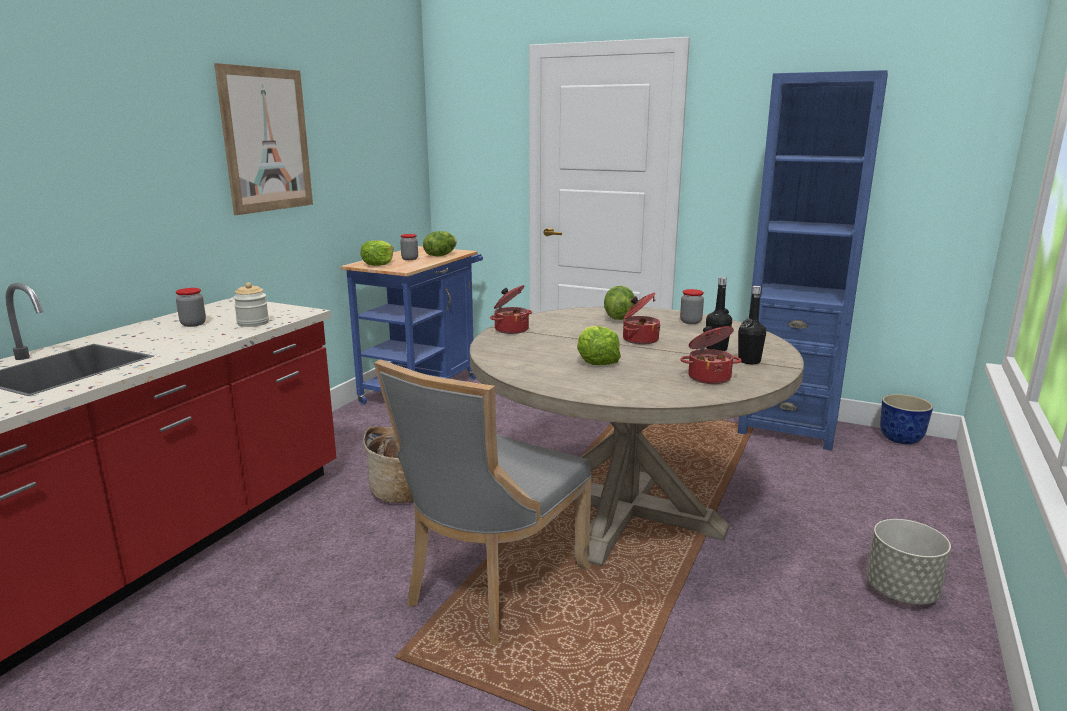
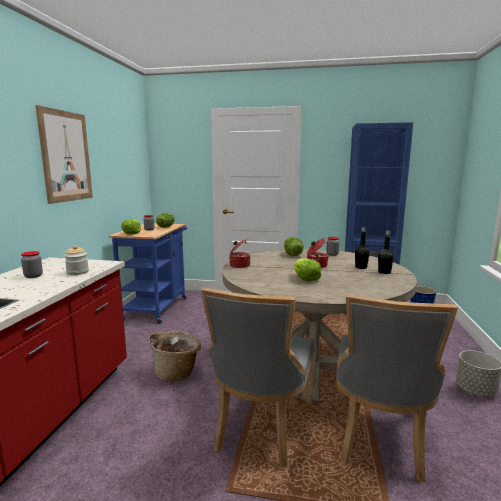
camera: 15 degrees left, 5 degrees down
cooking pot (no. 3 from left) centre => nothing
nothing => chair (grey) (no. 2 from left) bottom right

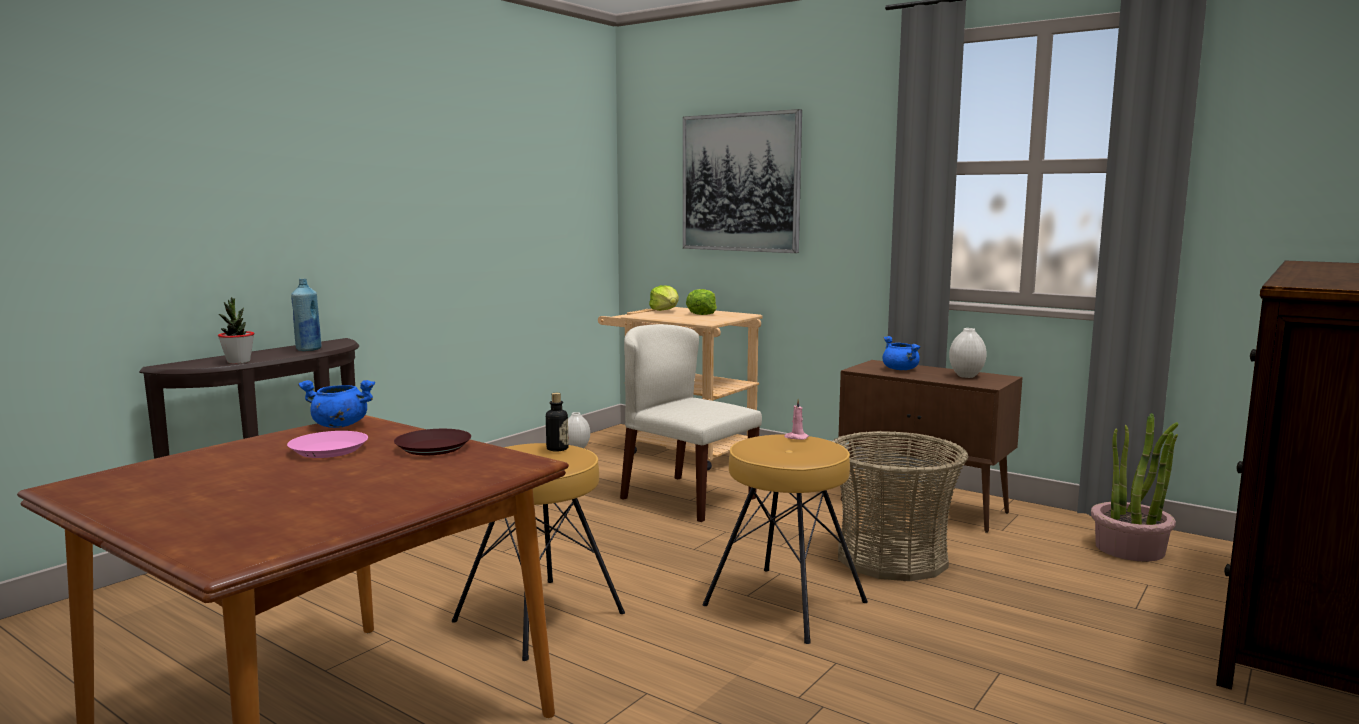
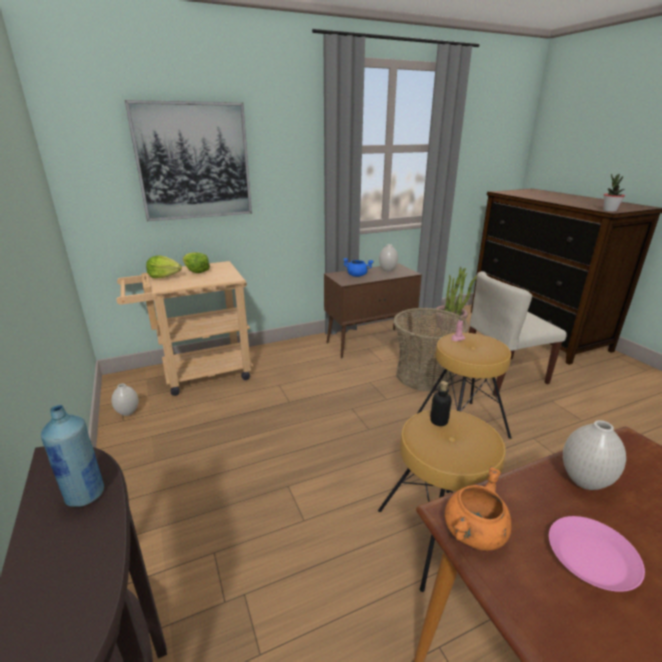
camera: 60 degrees left, 15 degrees up
potted plant (no. 1 from left in the first image) middle left => potted plant (no. 2 from left) top right, shifted
chair (beige) centre => chair (beige) middle right, shifted
plate (brown) middle left => vase (white) (no. 3 from left) bottom right
cooking pot (blue) (no. 1 from left) middle left => cooking pot (orange) bottom right

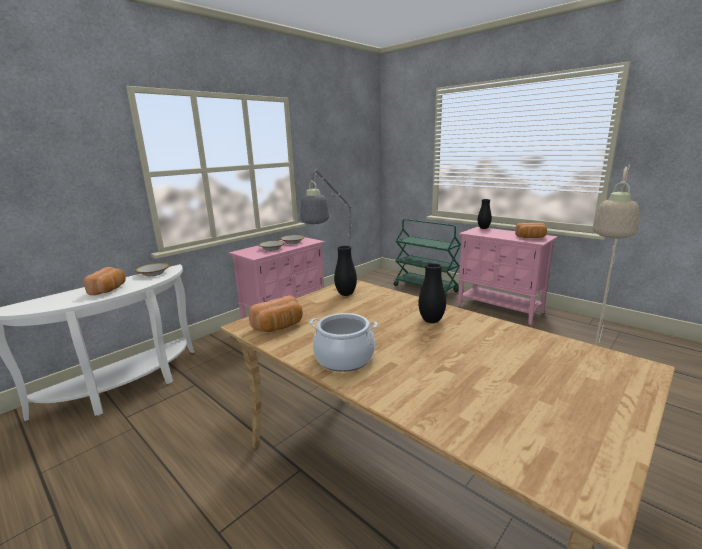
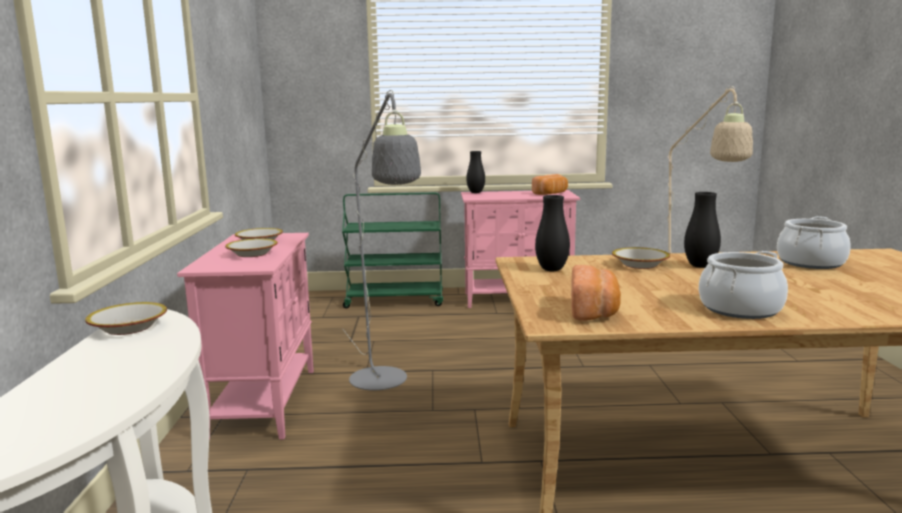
camera: 45 degrees left, 5 degrees down
bread (no. 1 from left) middle left => nothing
nothing => bowl (no. 4 from left) middle right
nothing => cooking pot (no. 2 from left) middle right

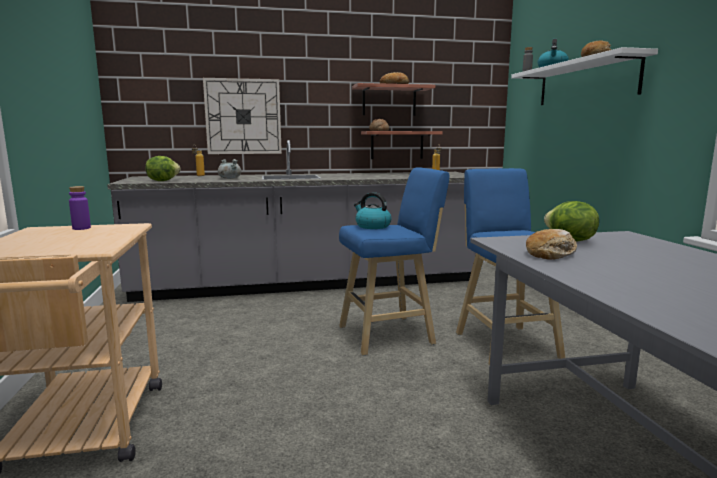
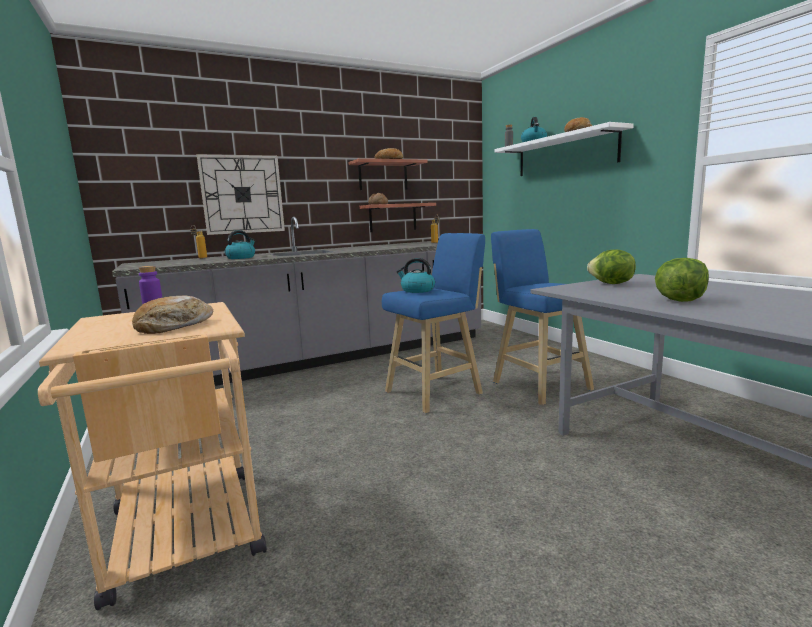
camera: 15 degrees left, 0 degrees up
lettuce (no. 1 from left in the first image) middle left => lettuce (no. 2 from left) middle right, shifted
bread (no. 3 from left in the first image) middle right => bread (no. 1 from left) middle left, shifted
cooking pot (grey) middle left => kettle (no. 1 from left) middle left

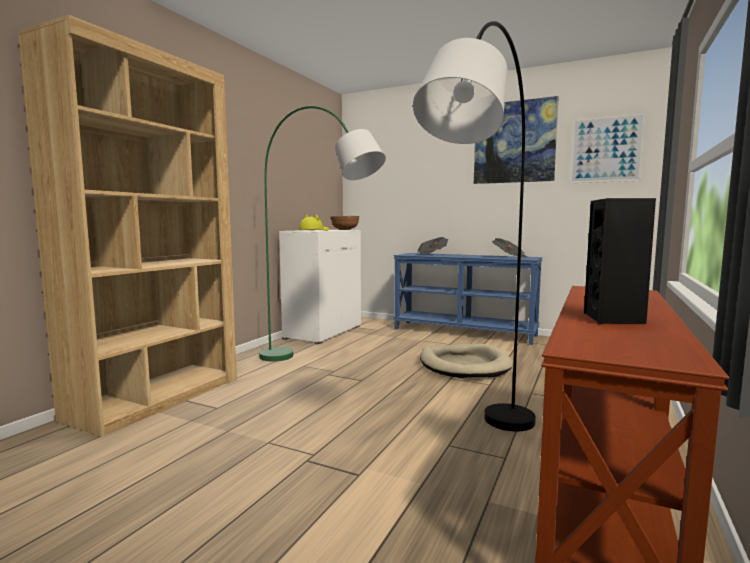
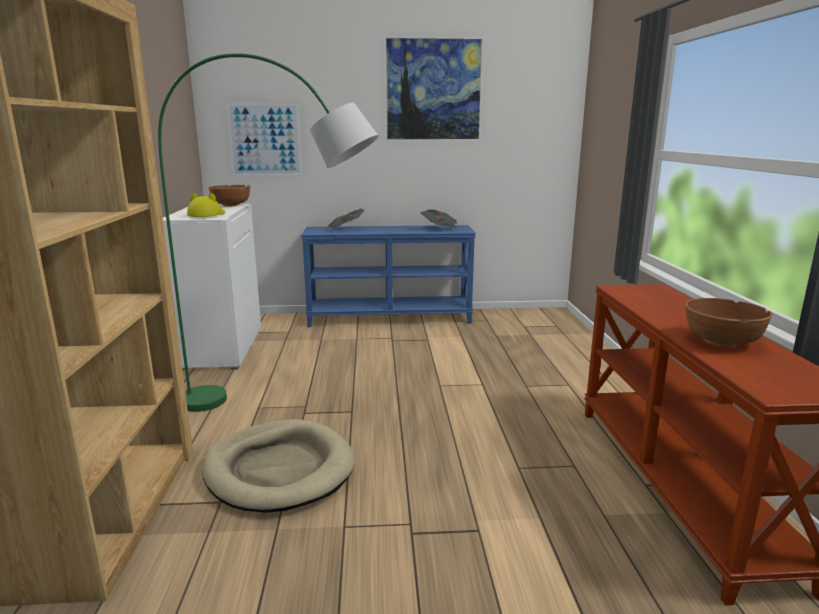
camera: 30 degrees left, 10 degrees up
floor lamp (grey) centre => nothing
dog bed (beige) centre => dog bed (beige) bottom centre, shifted
picture (no. 2 from left in the first image) top right => picture (no. 1 from left) top left, shifted
speaker (black) middle right => bowl (brown) (no. 2 from left) middle right

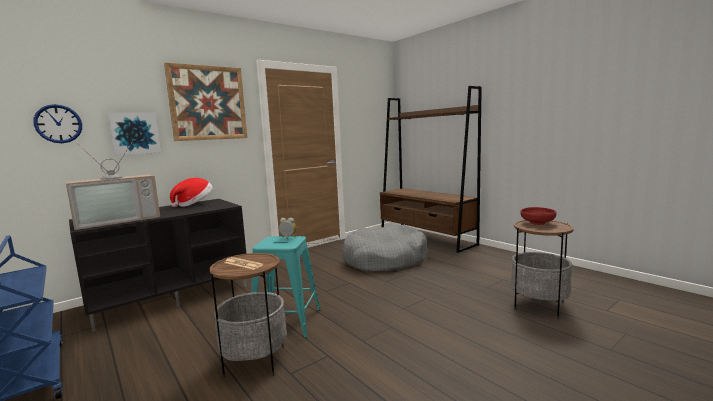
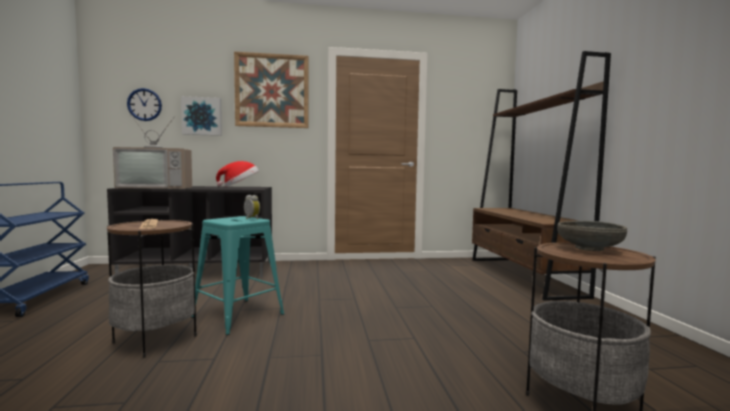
camera: 30 degrees right, 5 degrees down
dog bed (grey) centre => nothing
bowl (red) middle right => bowl (grey) middle right

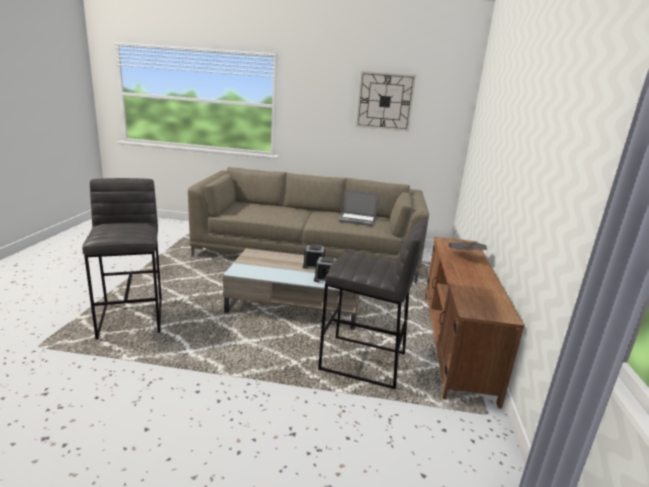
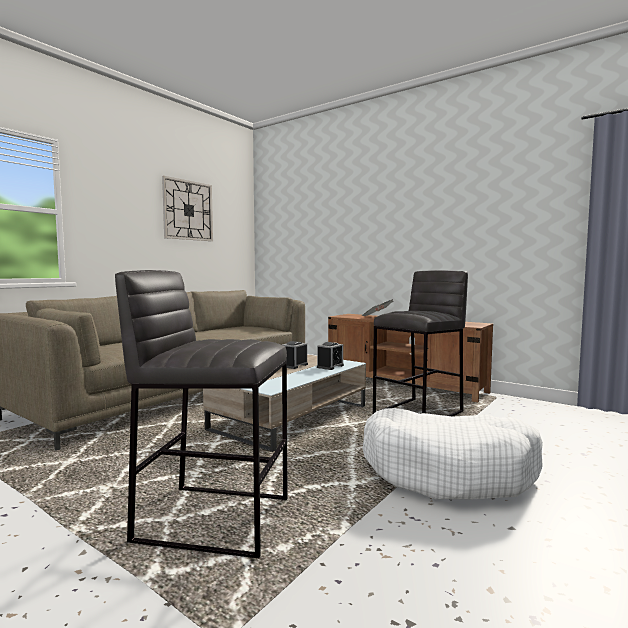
camera: 60 degrees left, 15 degrees down
laptop centre => nothing
nothing => dog bed (white) bottom right

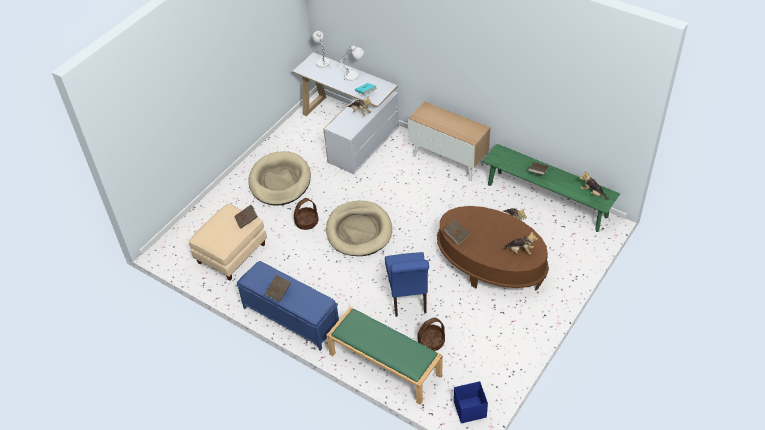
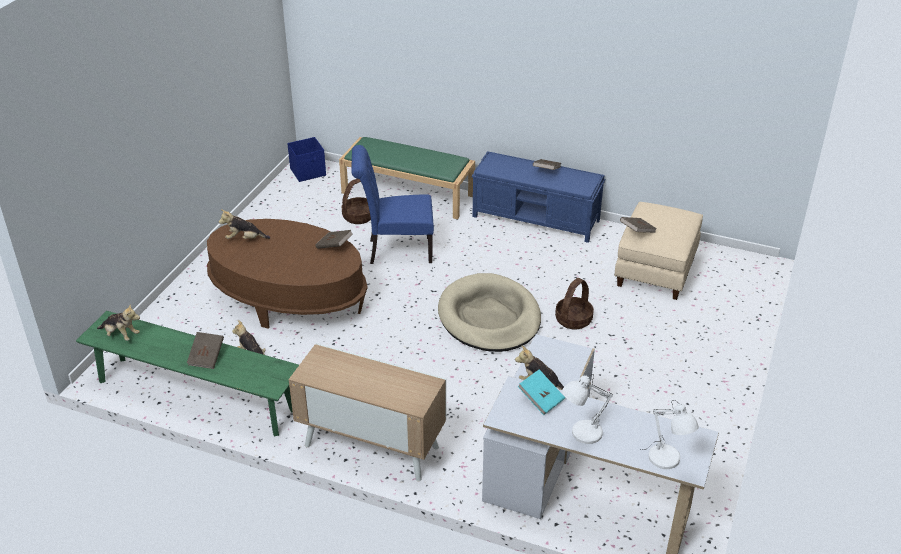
camera: 165 degrees right, 10 degrees down
dog bed (beige) (no. 1 from left) centre => nothing
chair (blue) centre, 75 degrees counterclockwise

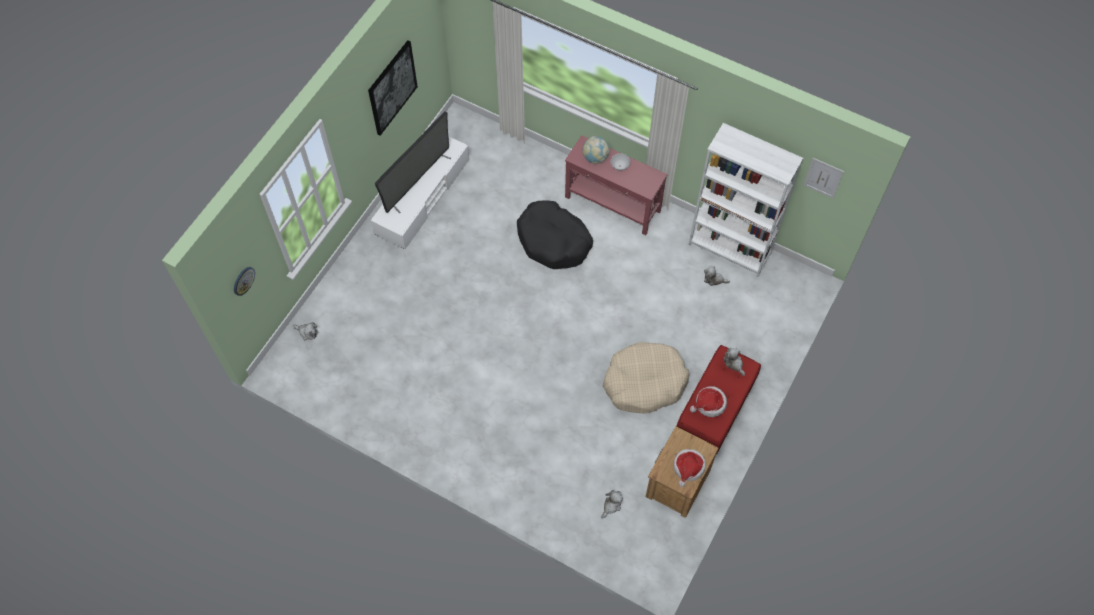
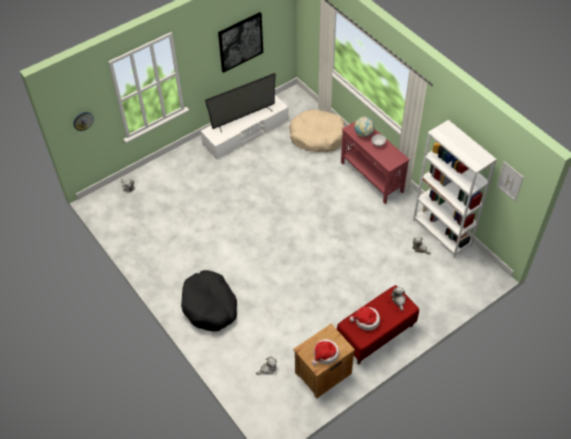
camera: 25 degrees right, 10 degrees down
dog bed (black) centre => dog bed (black) bottom centre, shifted
dog bed (beige) centre => dog bed (beige) top centre, shifted

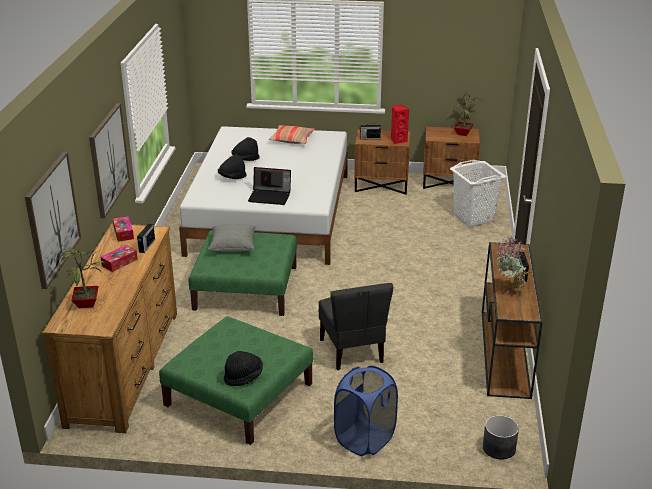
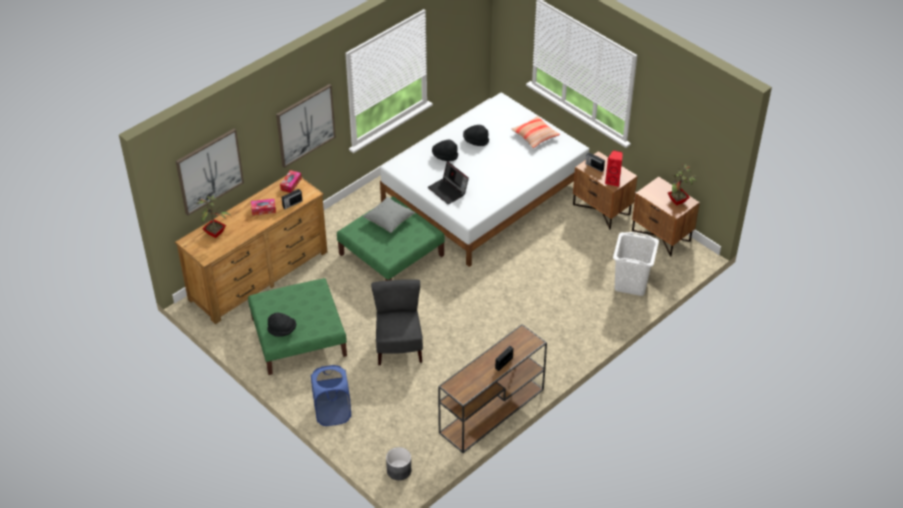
camera: 40 degrees right, 15 degrees up
potted plant (no. 3 from left) middle right => nothing
chair (grey) bottom centre => chair (grey) centre, 150 degrees clockwise

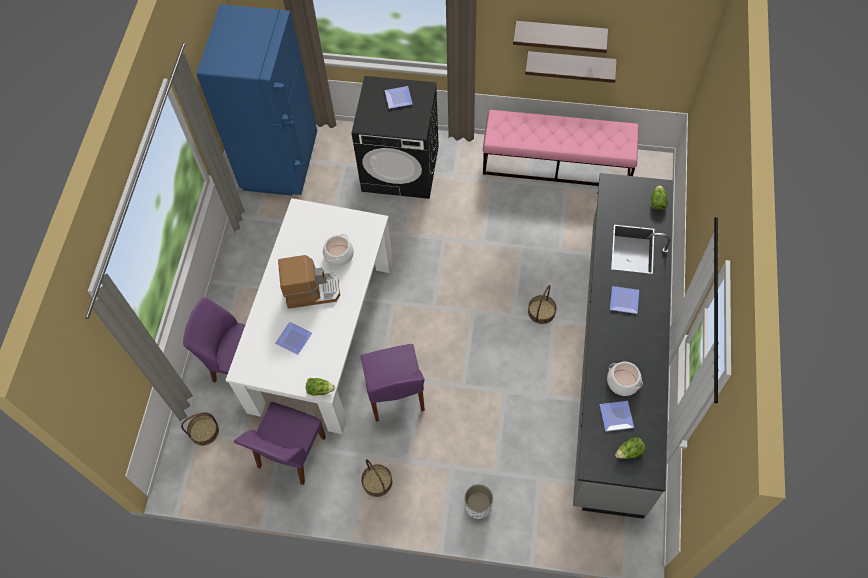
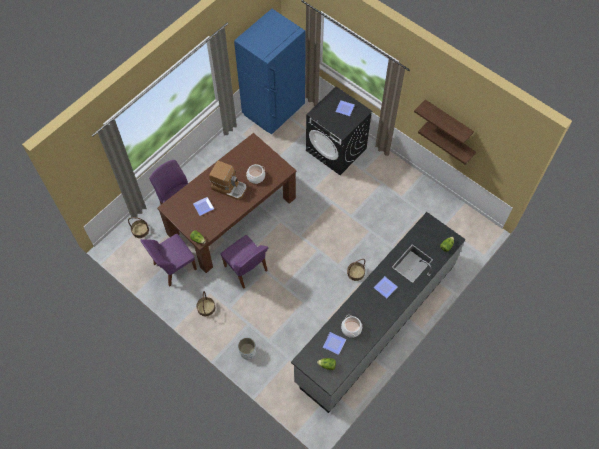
camera: 30 degrees right, 0 degrees up
bench (pink) top centre => nothing
dining table (white) centre => dining table (brown) centre
chair (purple) (no. 3 from left) centre, 60 degrees counterclockwise

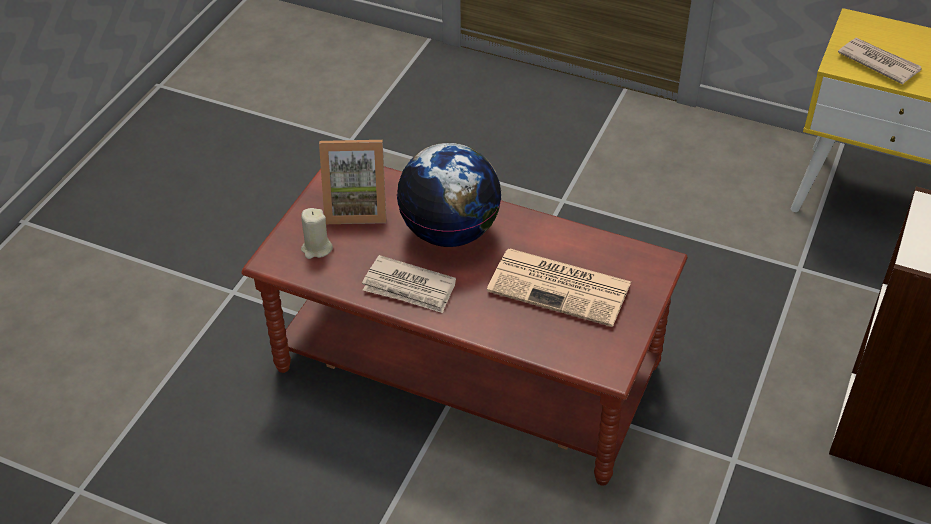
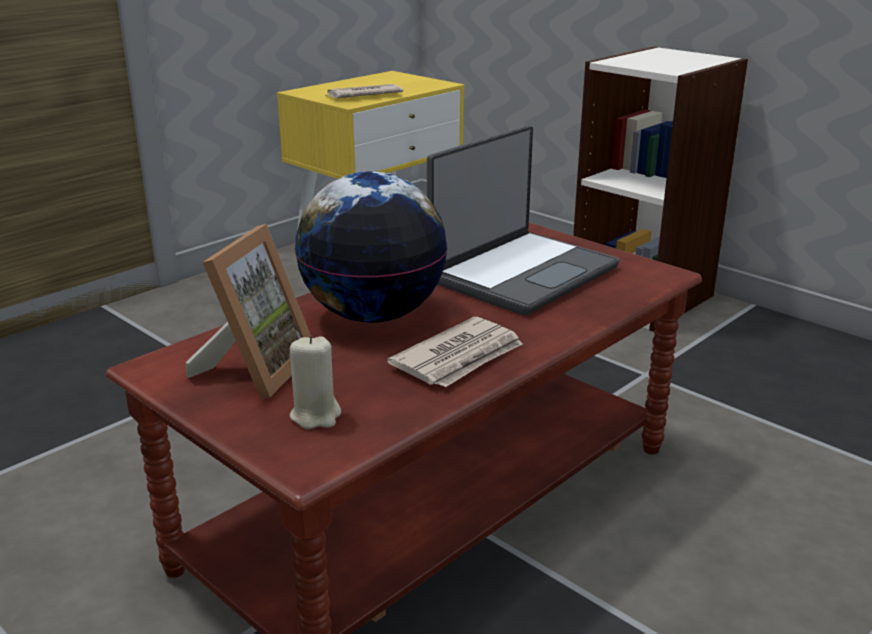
camera: 70 degrees left, 20 degrees down
newspaper (no. 2 from left) centre => laptop centre

